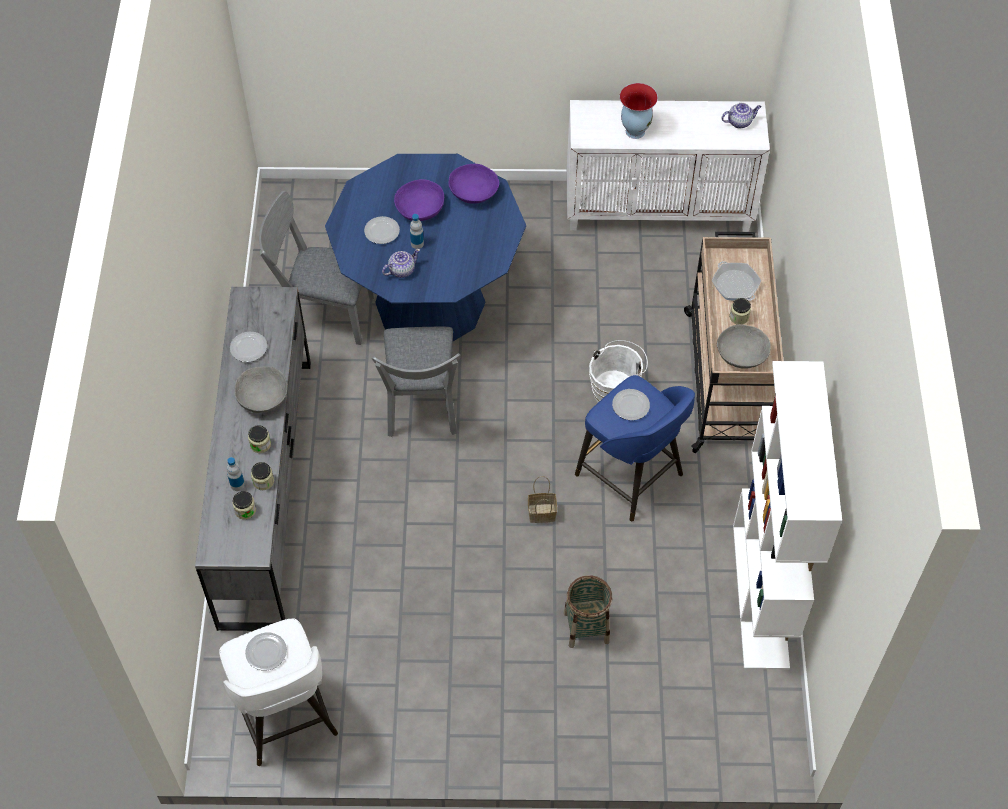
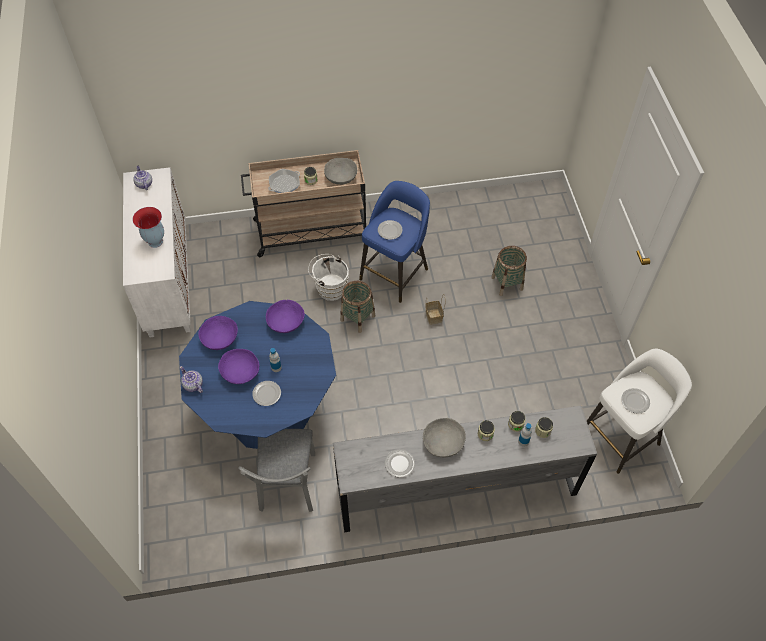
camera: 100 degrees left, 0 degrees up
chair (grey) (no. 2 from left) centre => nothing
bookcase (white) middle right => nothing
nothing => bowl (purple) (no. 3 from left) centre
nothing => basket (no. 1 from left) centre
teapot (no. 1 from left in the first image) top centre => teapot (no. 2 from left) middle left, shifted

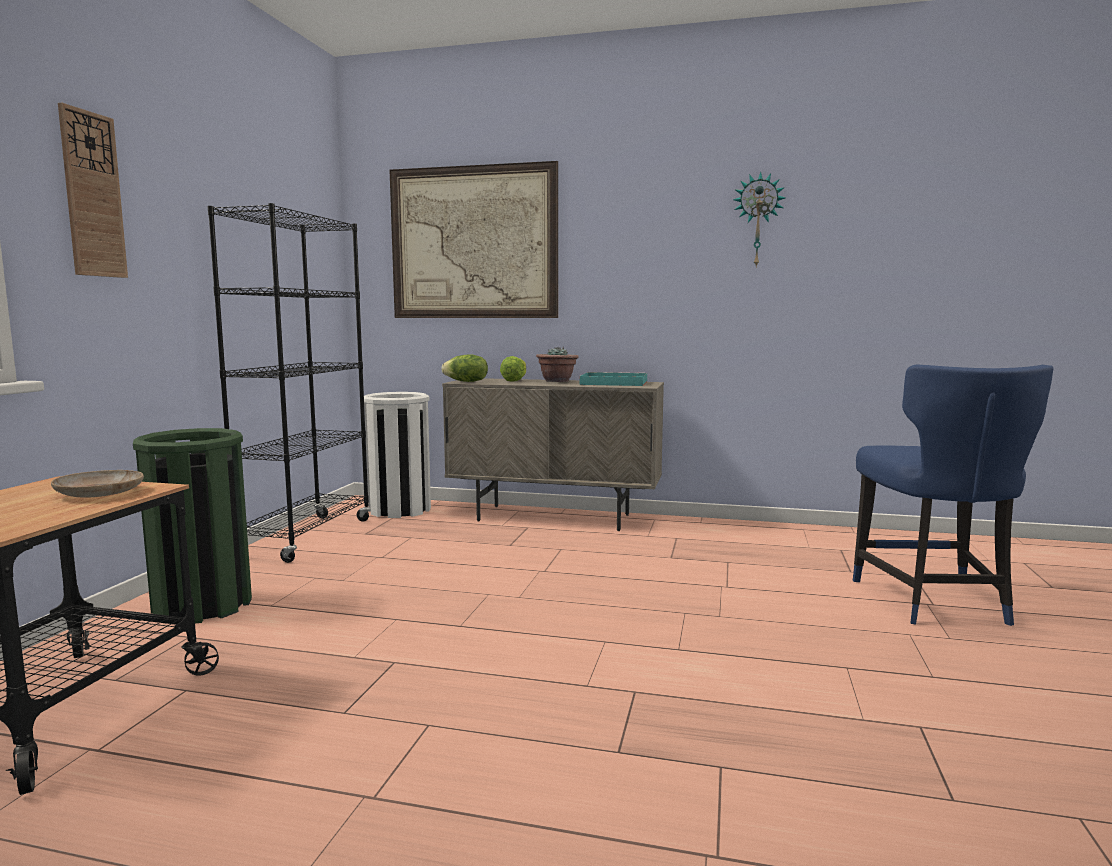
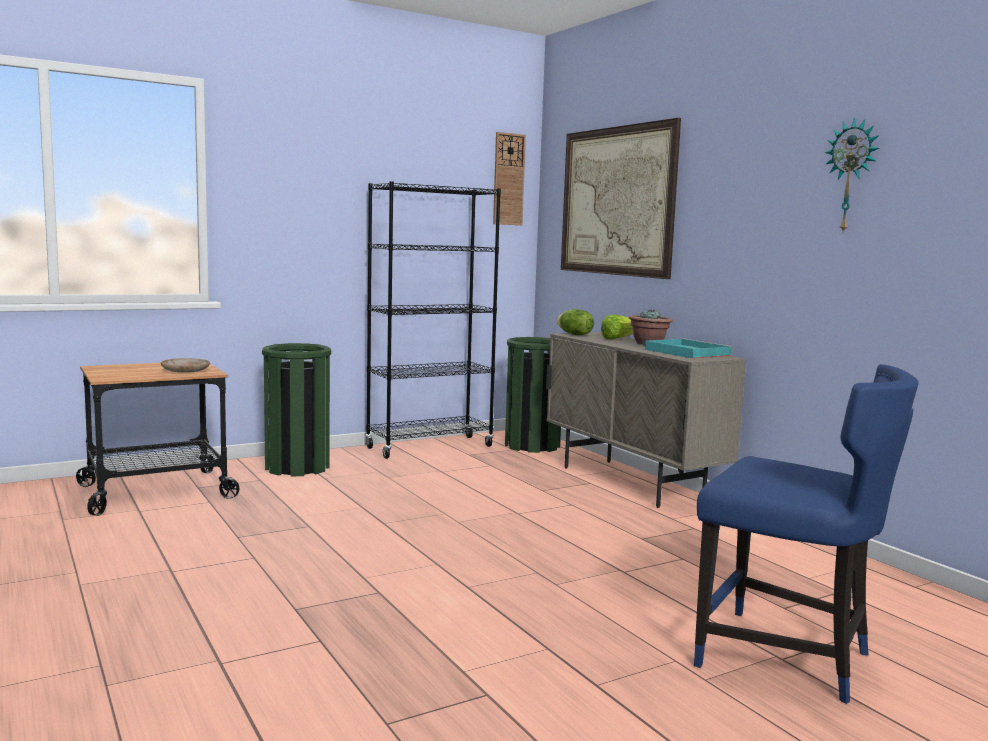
camera: 45 degrees right, 0 degrees up
wall clock (no. 1 from left) top left => wall clock (no. 1 from left) top centre, shifted
trash can (white) centre => trash can (green) (no. 2 from left) centre
chair (blue) middle right => chair (blue) bottom right, 105 degrees counterclockwise

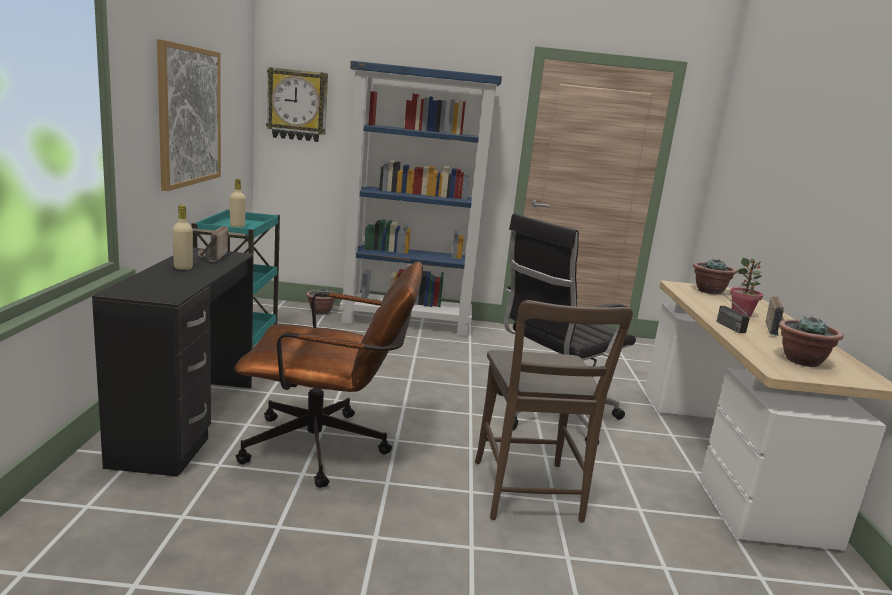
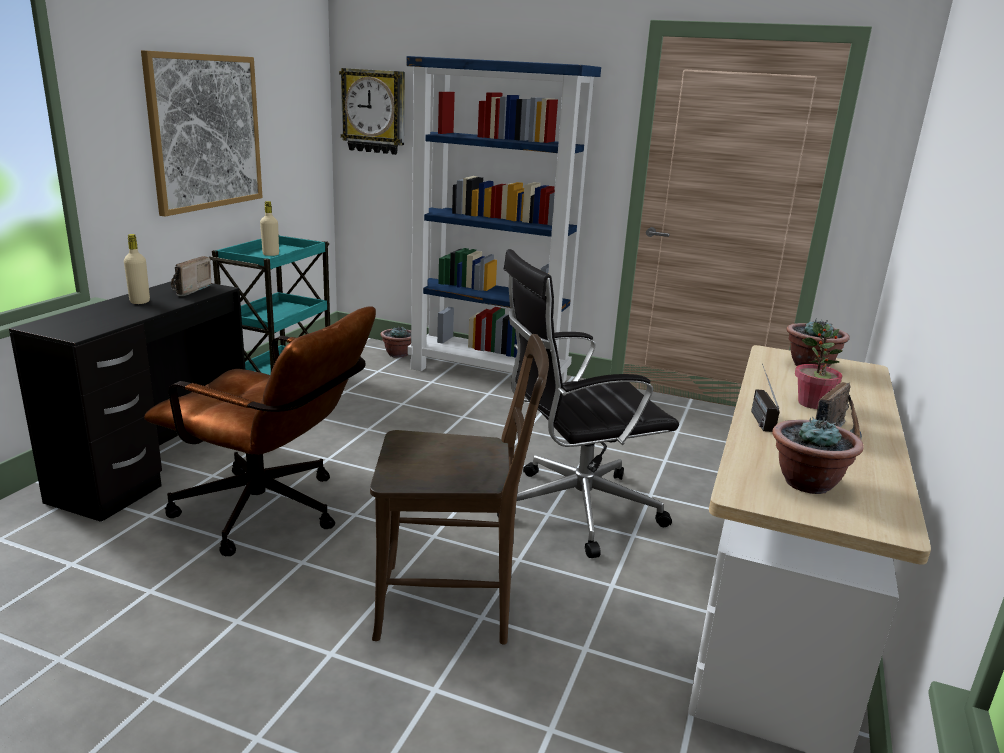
camera: 20 degrees right, 5 degrees up
chair (brown) bottom centre => chair (brown) centre, 105 degrees counterclockwise

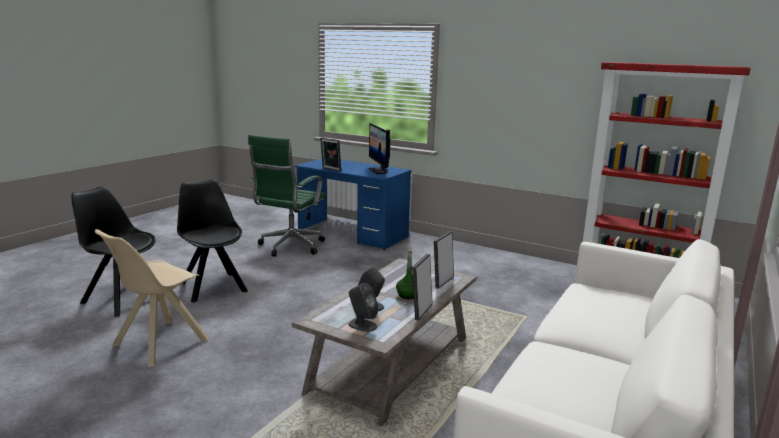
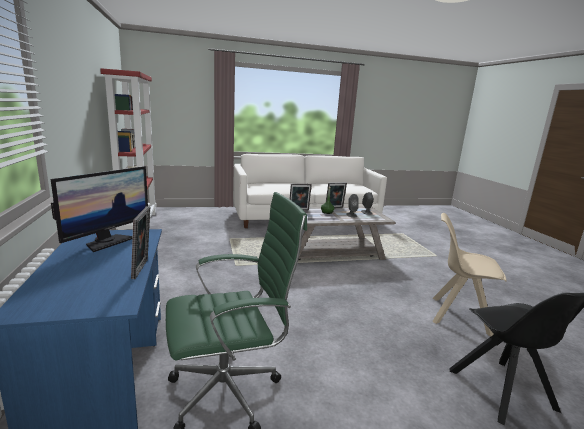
camera: 135 degrees left, 0 degrees up
chair (black) (no. 2 from left) middle left => nothing
chair (beige) bottom left => chair (beige) middle right, 150 degrees counterclockwise

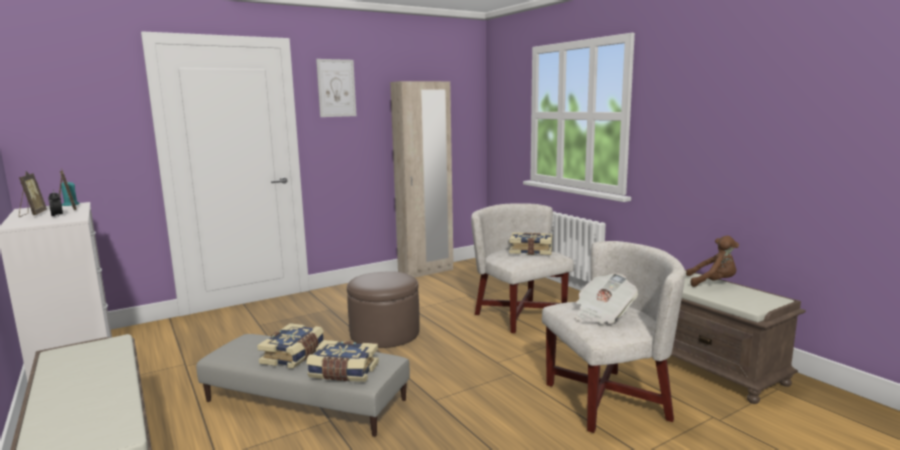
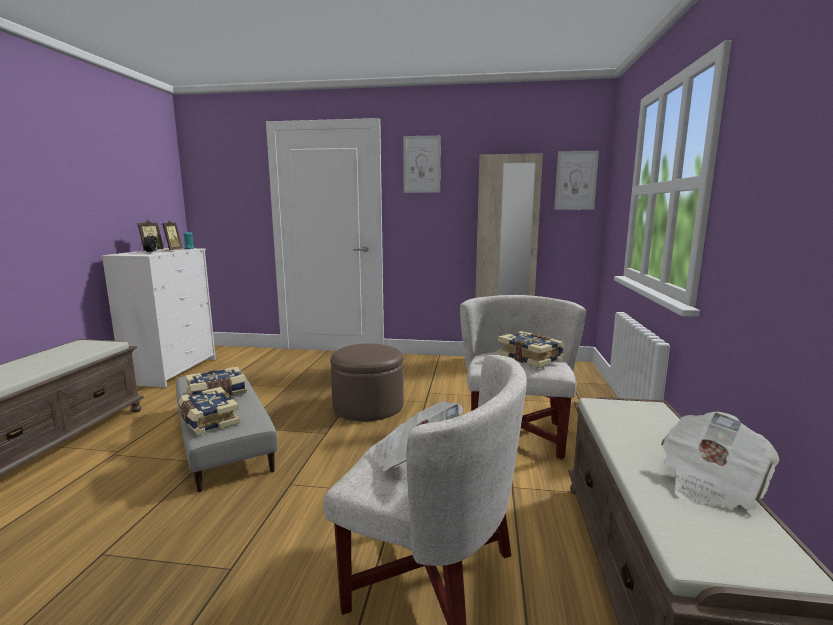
camera: 40 degrees right, 0 degrees up
nothing => picture (no. 2 from left) top right
plush toy (brown) middle right => newspaper (no. 2 from left) bottom right

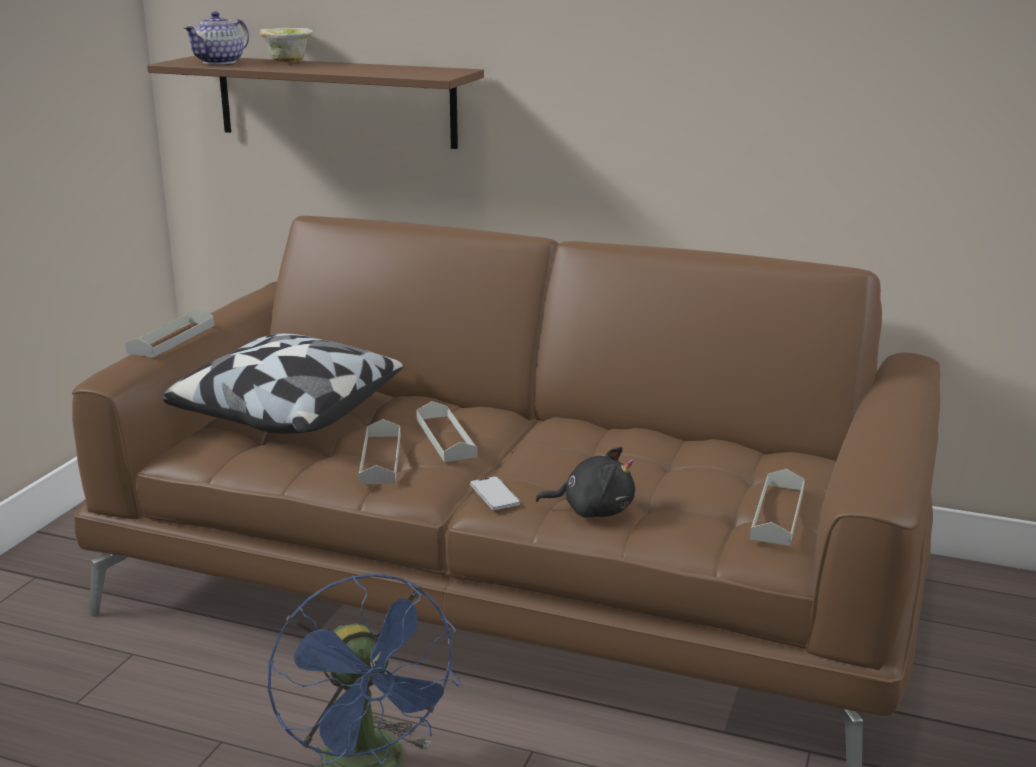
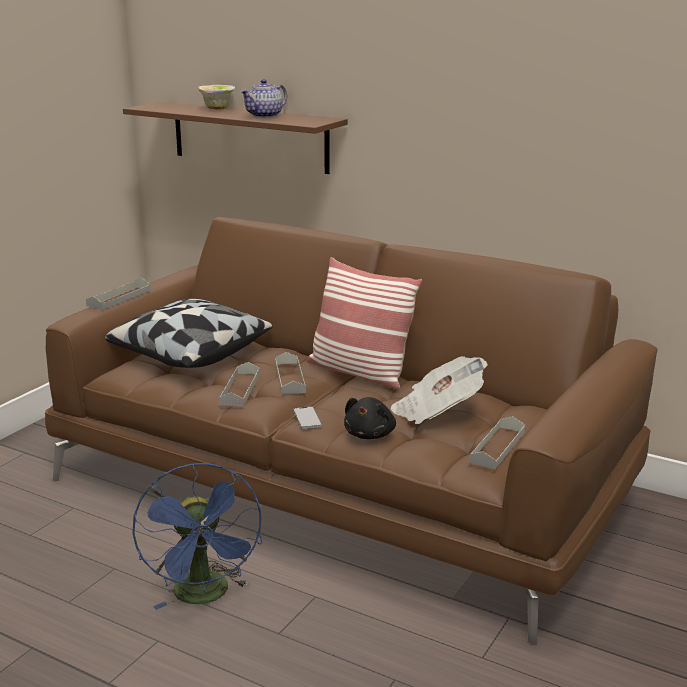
camera: 10 degrees right, 0 degrees up
nothing => pillow (no. 2 from left) centre
nothing => newspaper centre
teapot top left => teapot top centre, shifted
plush toy (black) centre, 90 degrees clockwise

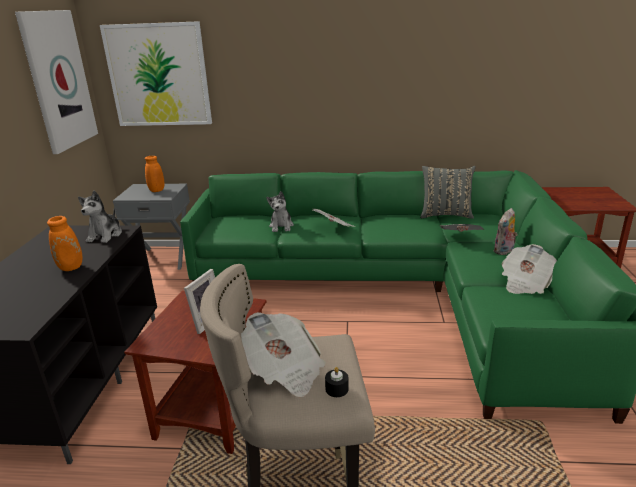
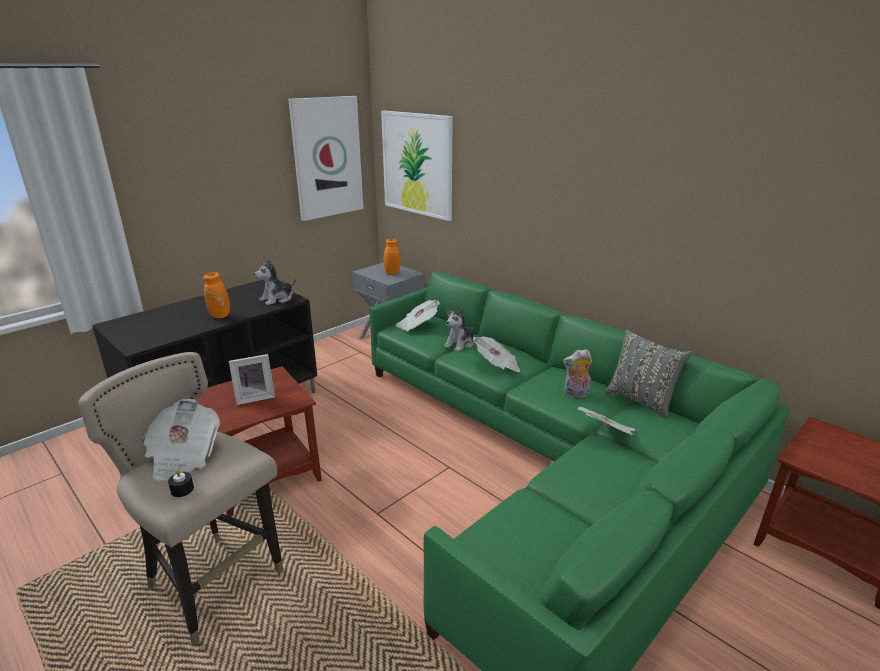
camera: 40 degrees right, 0 degrees up
plush toy (no. 3 from left) middle right => plush toy (no. 3 from left) centre, shifted
newspaper (no. 4 from left in the first image) middle right => newspaper (no. 2 from left) centre, shifted

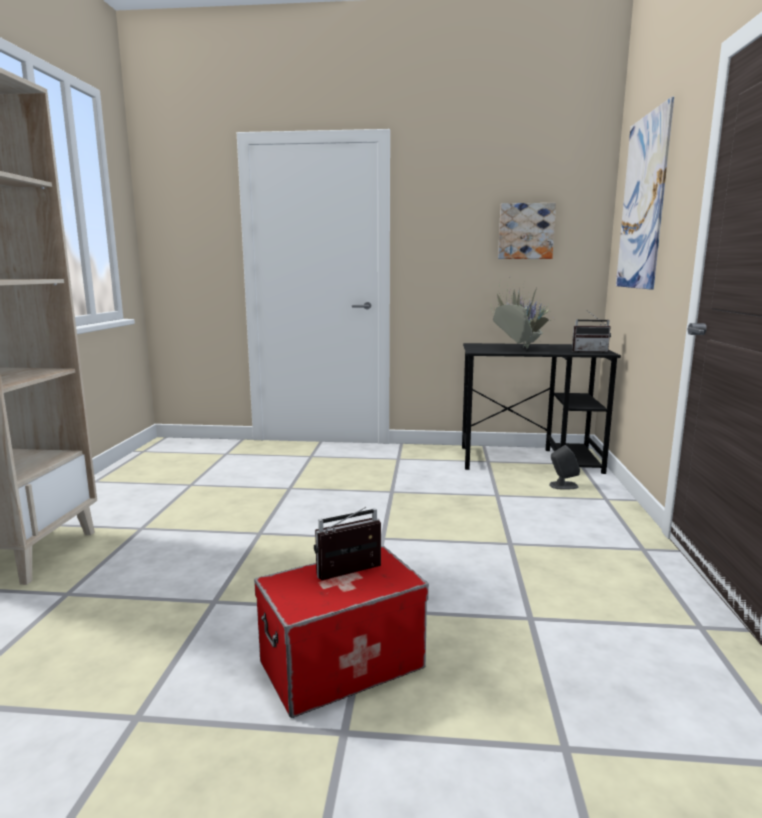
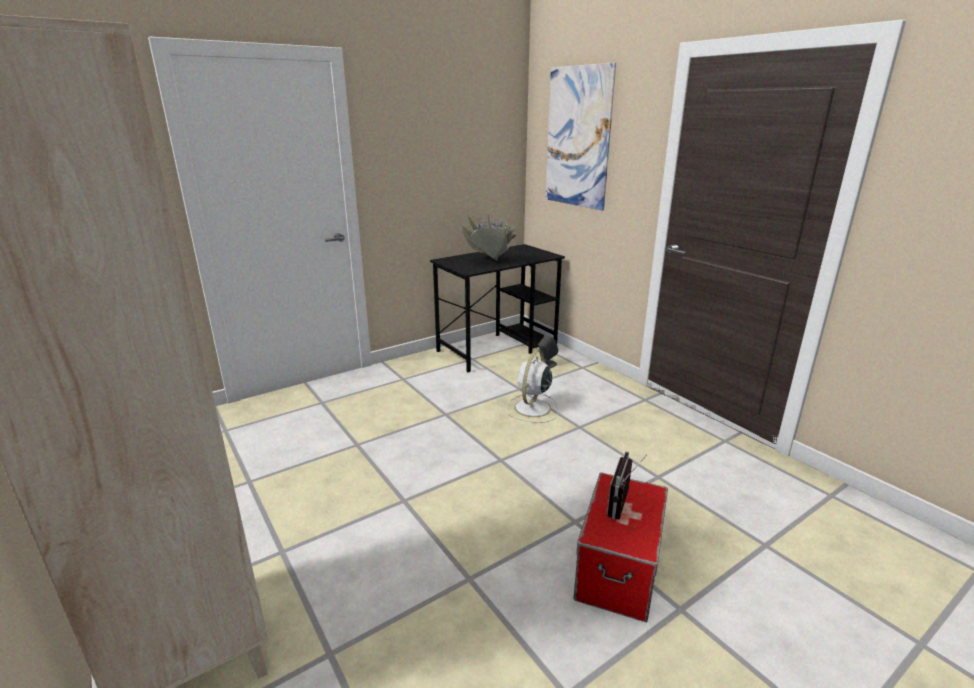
camera: 40 degrees left, 10 degrees up
picture (no. 1 from left) top right => nothing
radio (no. 2 from left) middle right => nothing
nothing => fan (white) centre

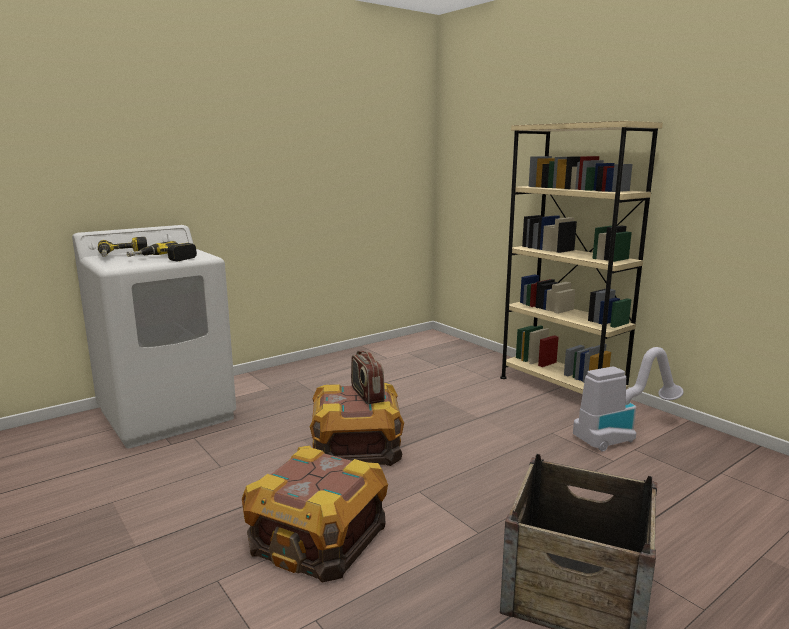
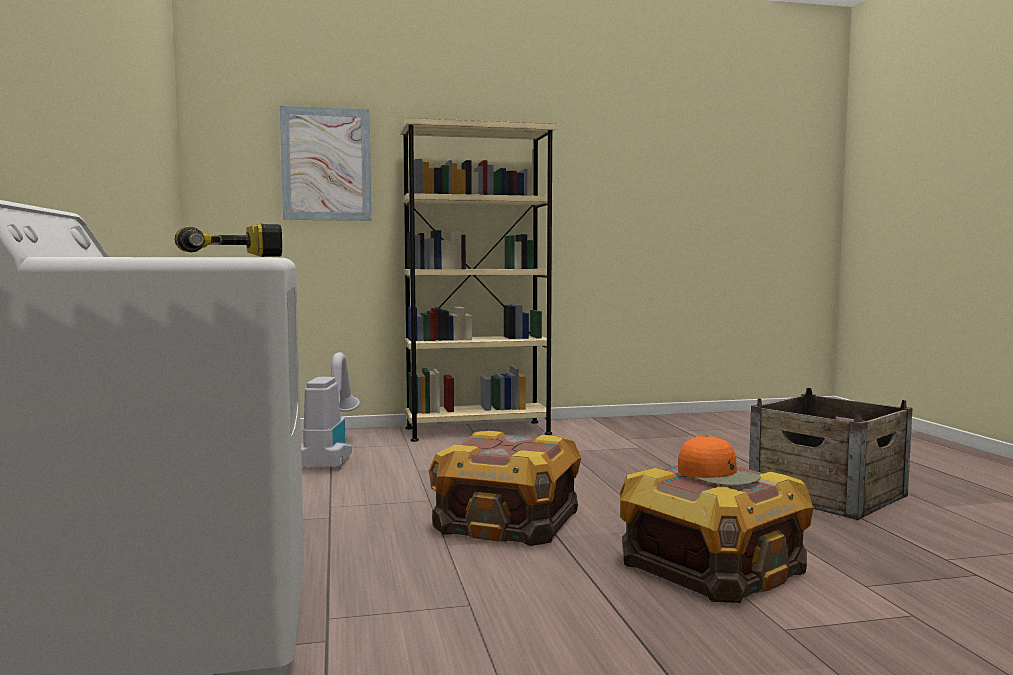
camera: 65 degrees left, 10 degrees down
power drill (no. 1 from left) middle left => nothing
radio centre => nothing
nothing => picture top left
nothing => cap (orange) bottom right
vacuum cleaner middle right => vacuum cleaner middle left, shifted

